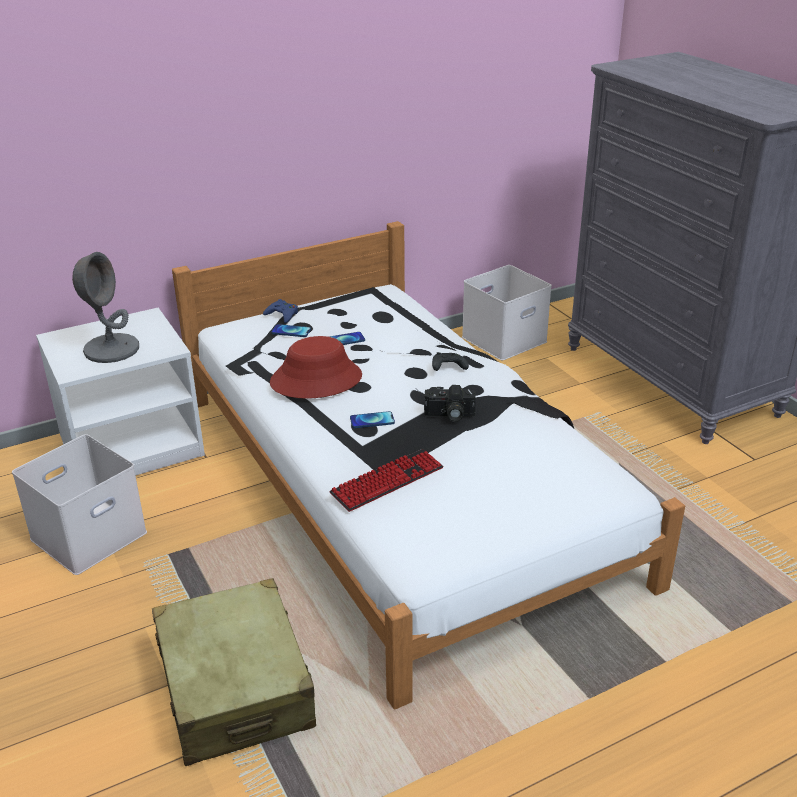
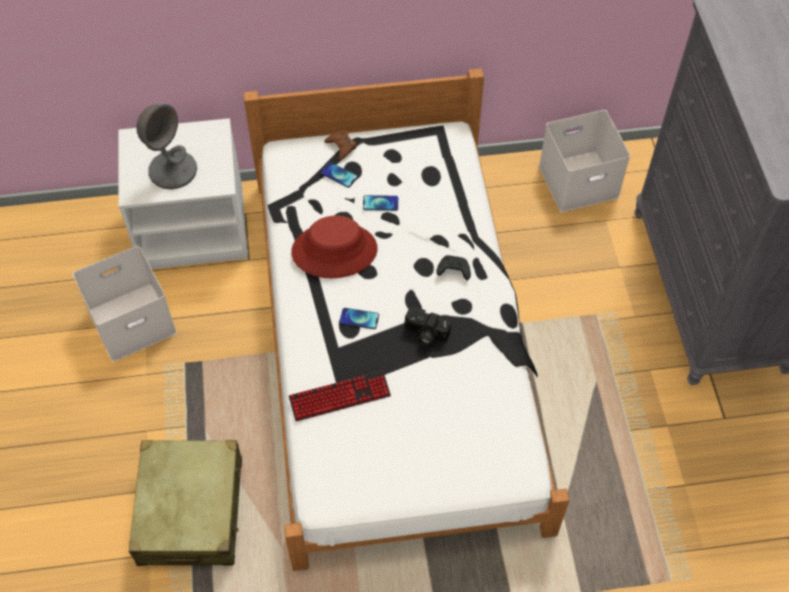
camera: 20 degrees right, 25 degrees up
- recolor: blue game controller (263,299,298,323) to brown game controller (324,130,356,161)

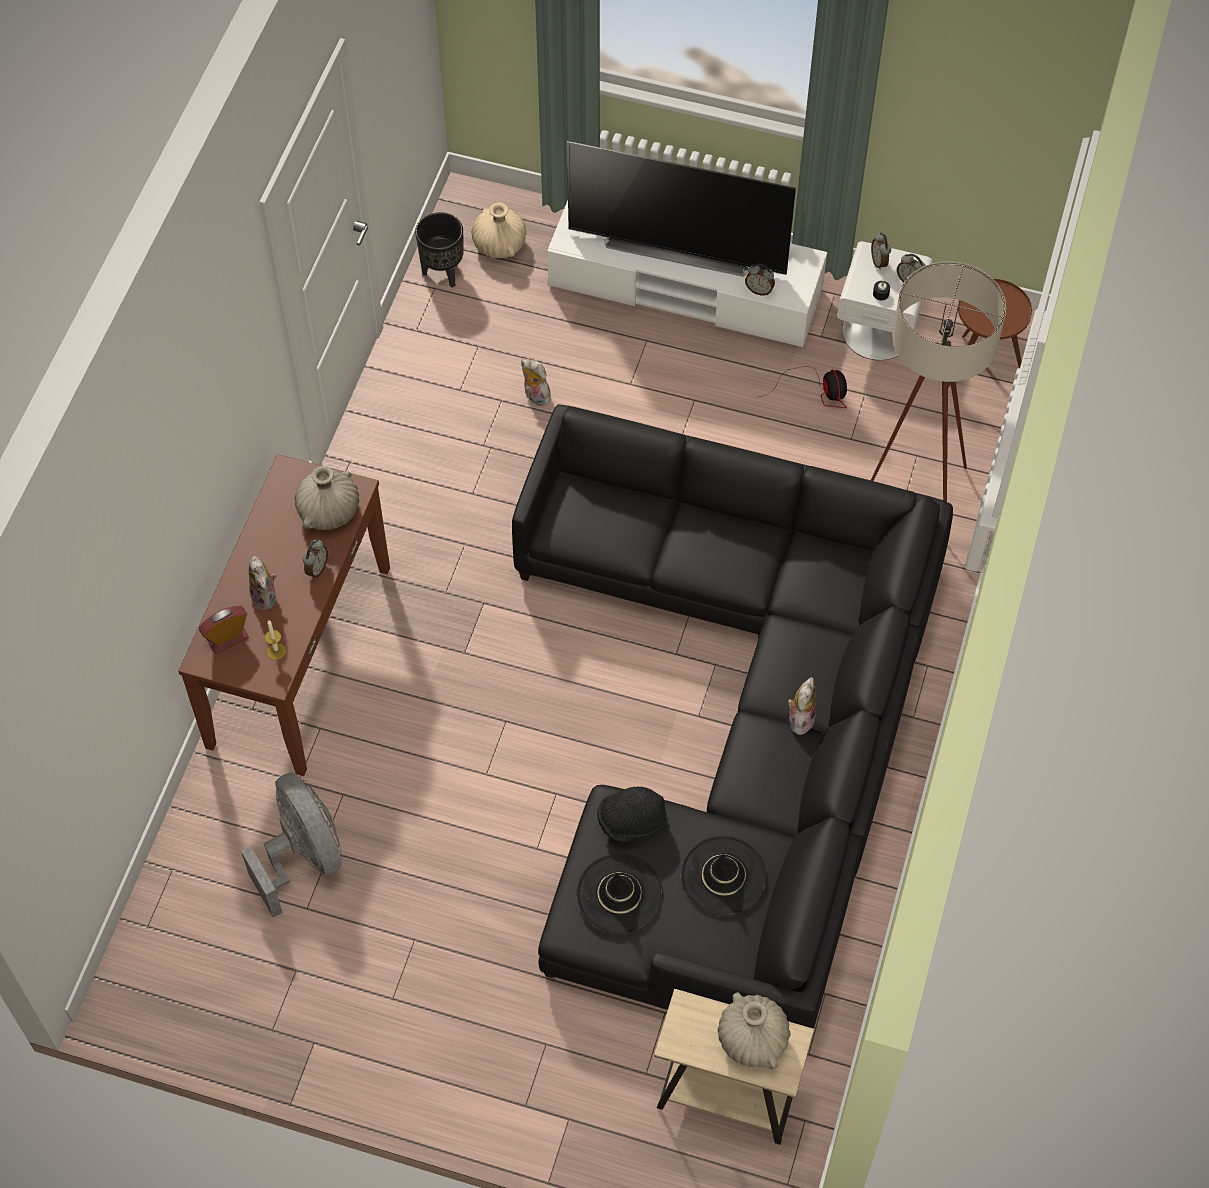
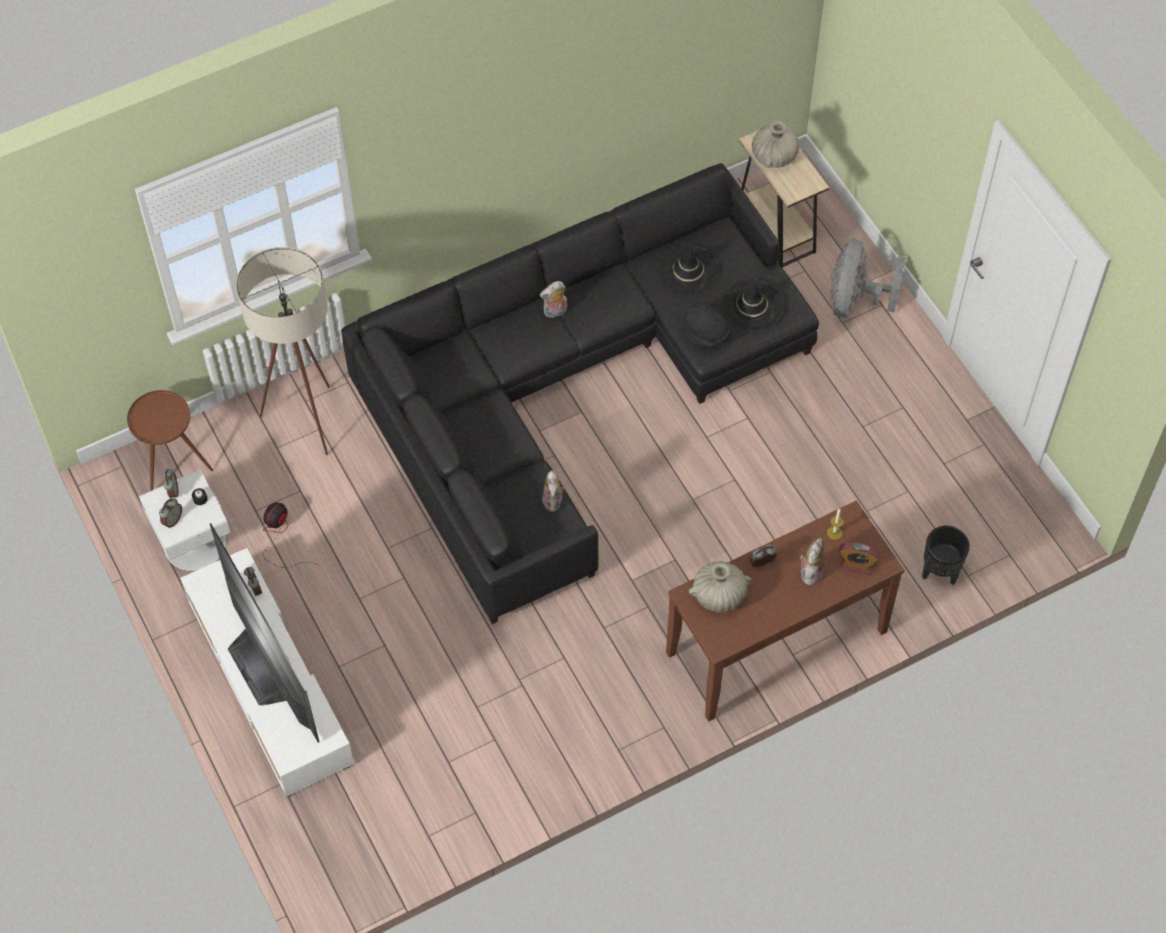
camera: 135 degrees left, 0 degrees up
- delete: beige vase (471,203,527,258)
- move: black planter (415,212,464,288) to (922,525,970,585)
- move: plush toy (521,358,553,406) to (542,470,566,512)
- move: grey fan (241,772,342,917) to (830,239,906,318)

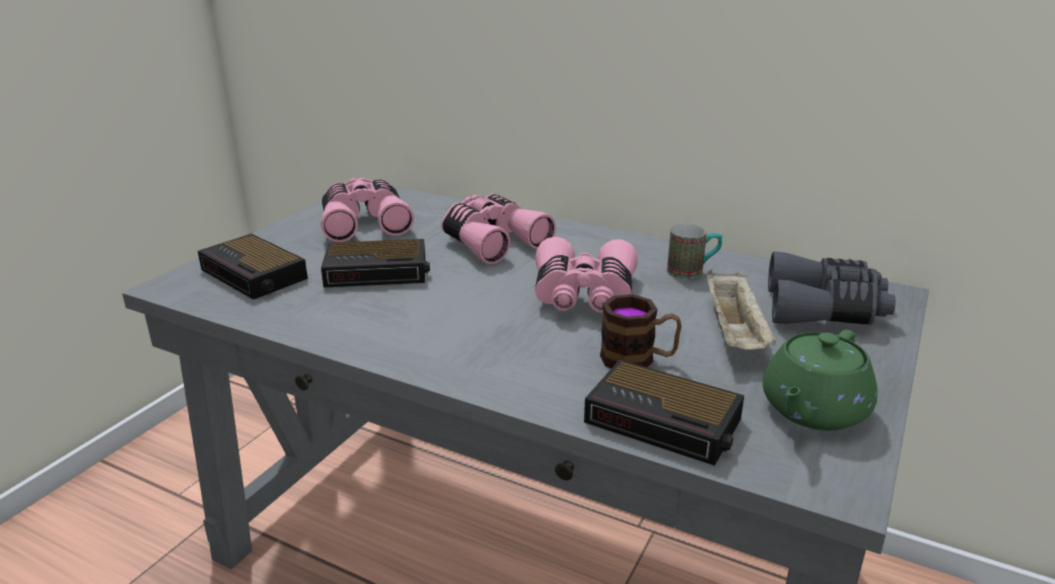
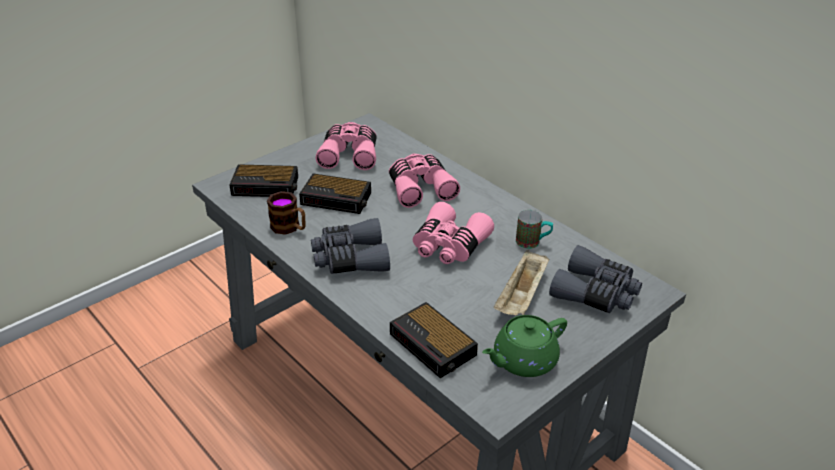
camera: 20 degrees right, 10 degrees up
- rotate: alarm clock (198,234,308,300) = (229,164,298,197) 60 degrees counterclockwise
- move: mug (600,294,682,368) to (267,191,306,235)
- insert: grey binoculars (311,218,390,274)

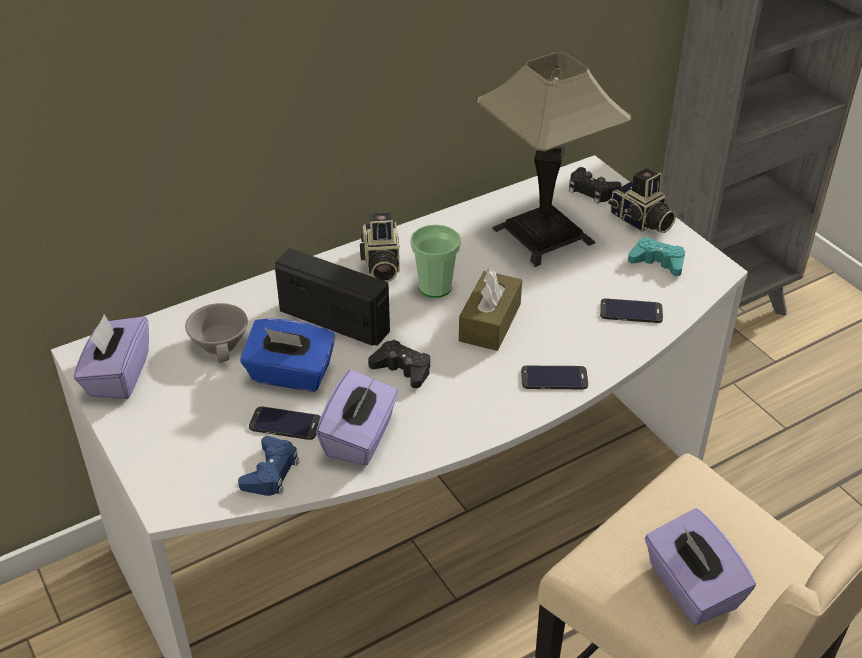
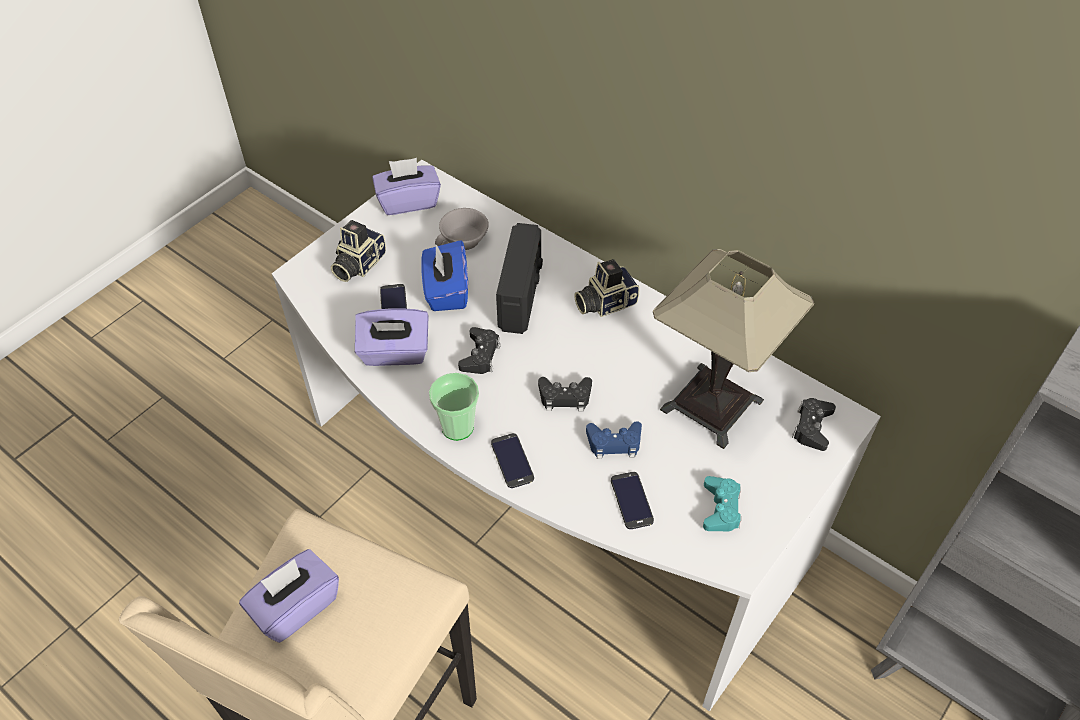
camera: 70 degrees right, 10 degrees up
- move: photo camera (608,168,676,233) to (331,220,386,282)
- move: cup (410,225,461,298) to (429,373,479,441)
- replace: brown tissue box (459,268,522,351) to black game controller (538,377,592,411)
- move: blue game controller (238,436,299,496) to (586,421,642,459)

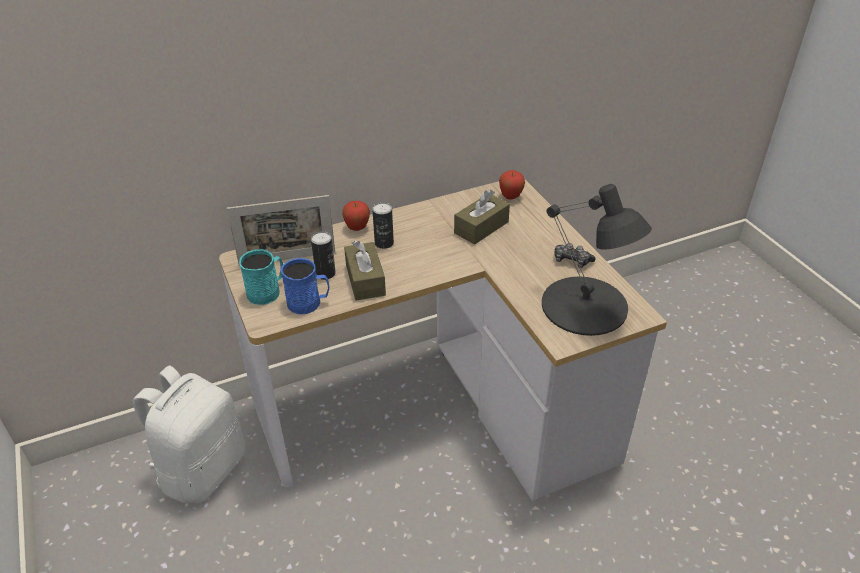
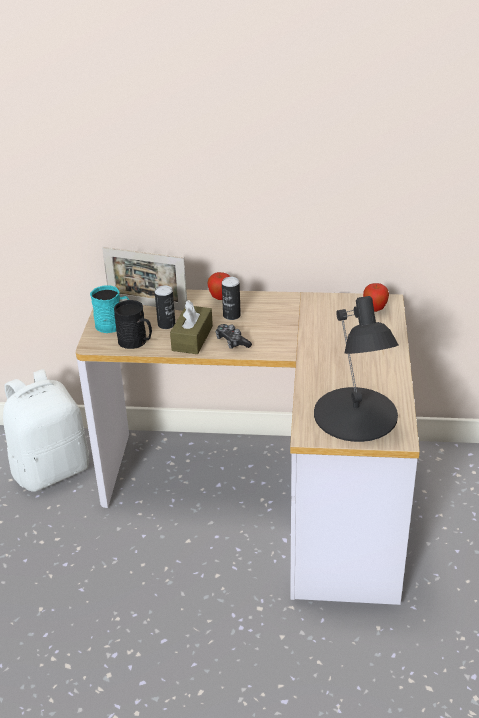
camera: 30 degrees right, 5 degrees down
- delete: brown tissue box (454,189,510,245)
- move: game controller (554,243,596,268) to (215,324,252,349)
- recolor: blue mug (281,258,329,314) to black mug (114,300,152,349)

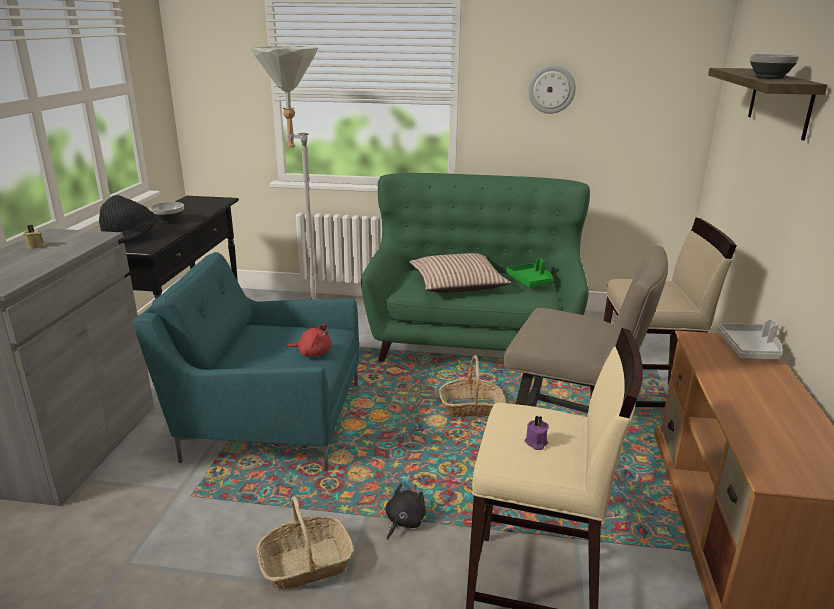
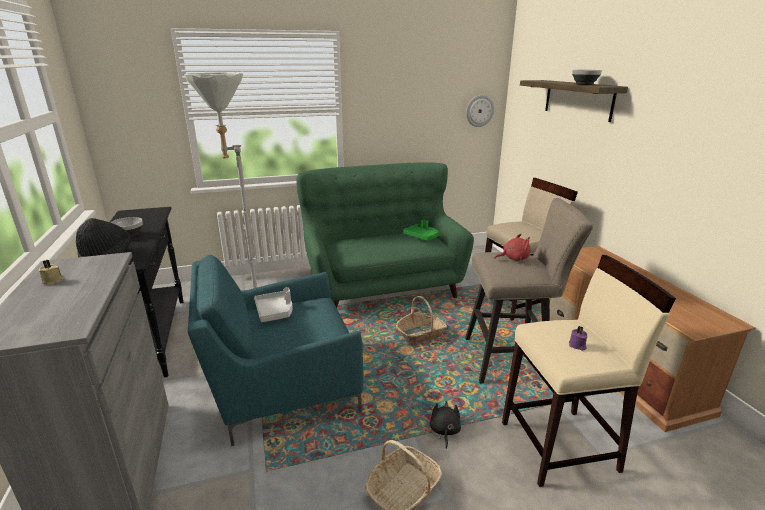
camera: 25 degrees left, 0 degrees up
- move: wall clock (528,65,576,114) to (466,95,494,127)
- delete: pillow (409,253,511,293)
- move: grey tray (717,319,783,360) to (254,287,292,322)
- move: red plush toy (286,324,331,357) to (494,234,531,261)

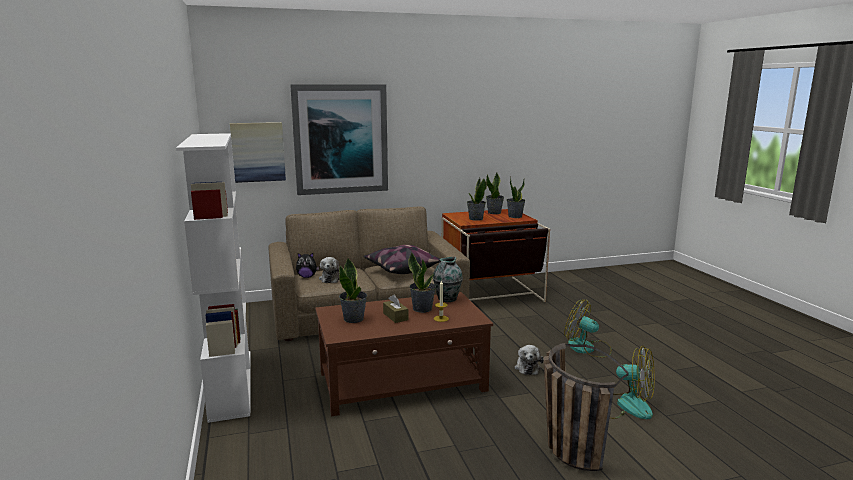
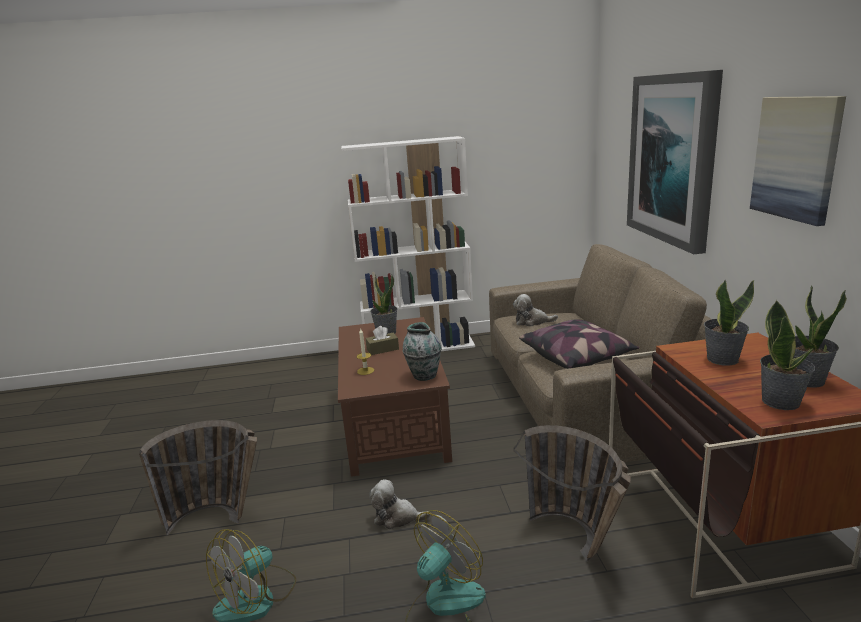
camera: 100 degrees right, 5 degrees up
- move: picture (230,122,286,183) to (750,96,846,226)
- delete: plush toy (296,253,319,278)
- delete: potted plant (408,253,436,313)
- insert: basket (513,425,631,561)

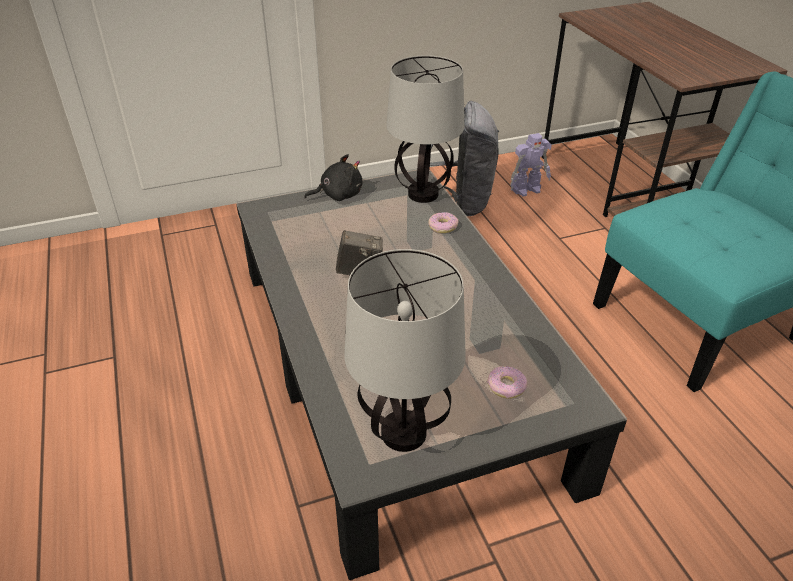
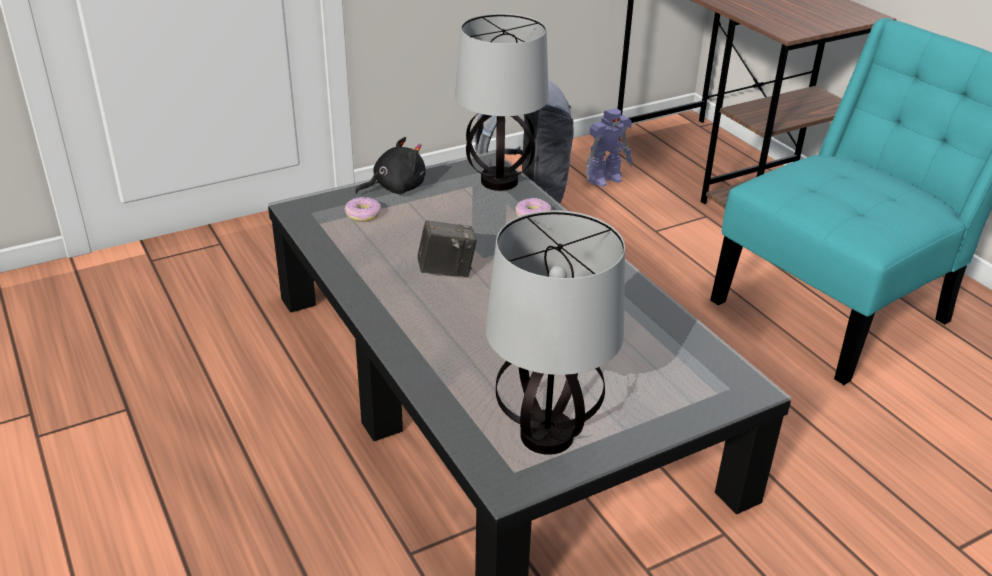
camera: 10 degrees left, 5 degrees down
- move: donut (487,366,527,399) to (344,197,382,222)

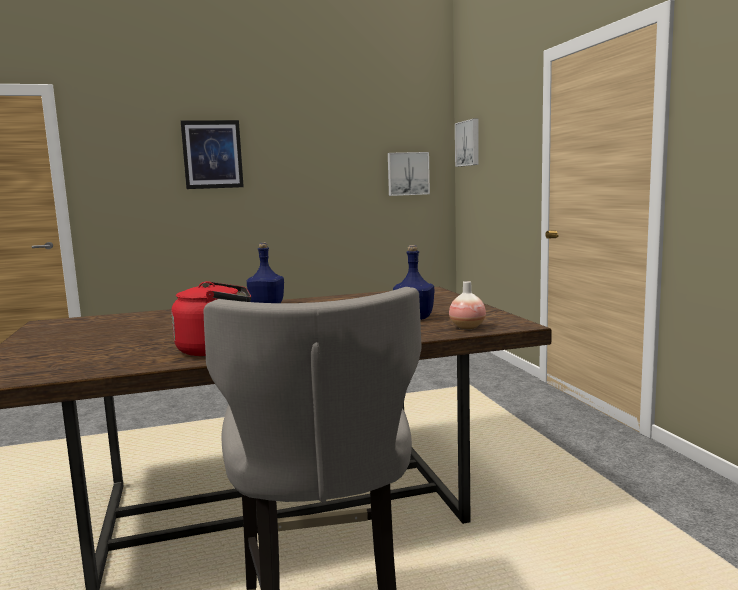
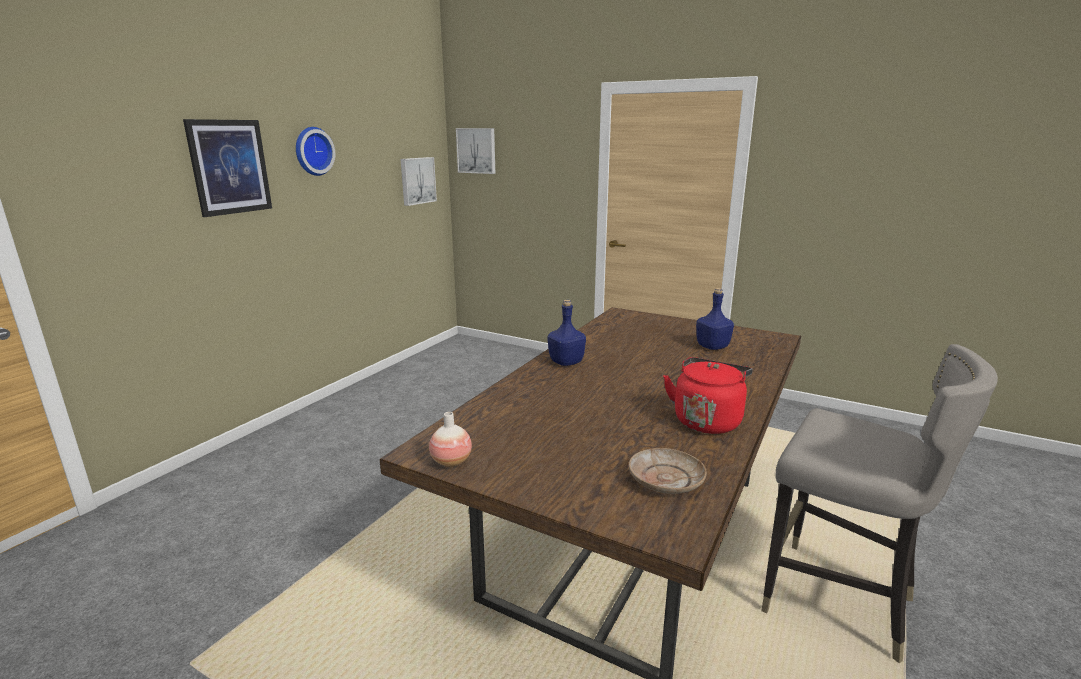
camera: 45 degrees left, 10 degrees up
- move: vase (449,281,486,329) to (429,412,472,467)
- insert: wall clock (296,127,335,176)
- insert: beige plate (629,448,707,494)

